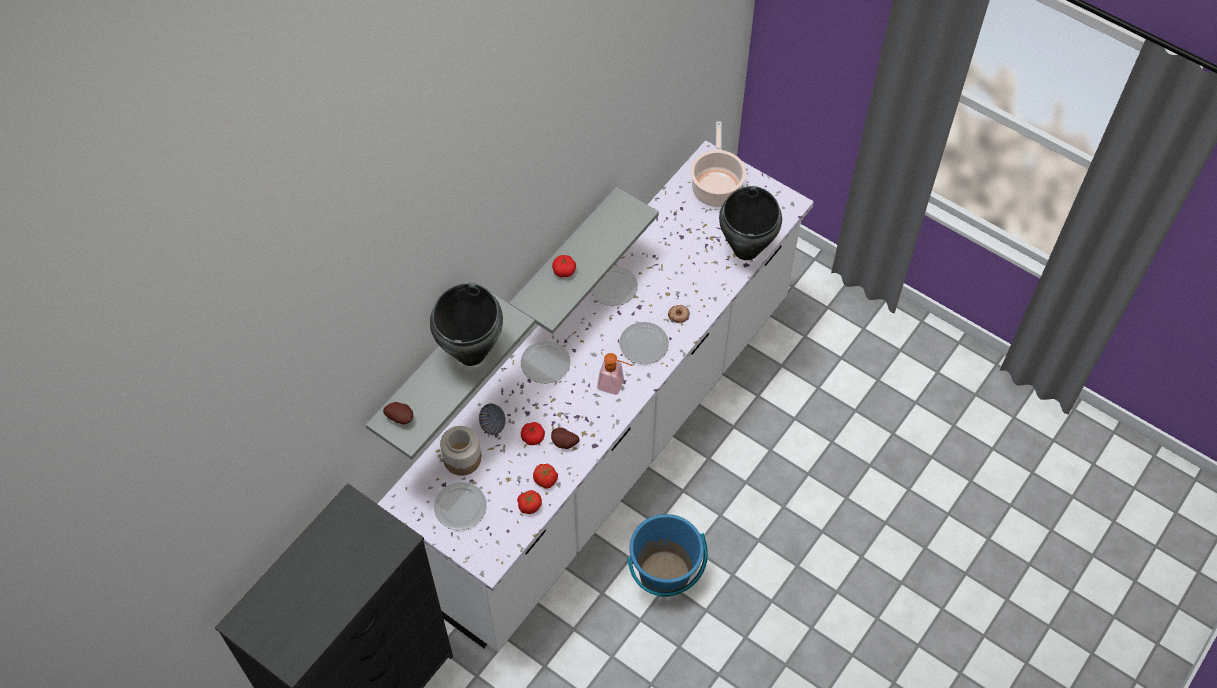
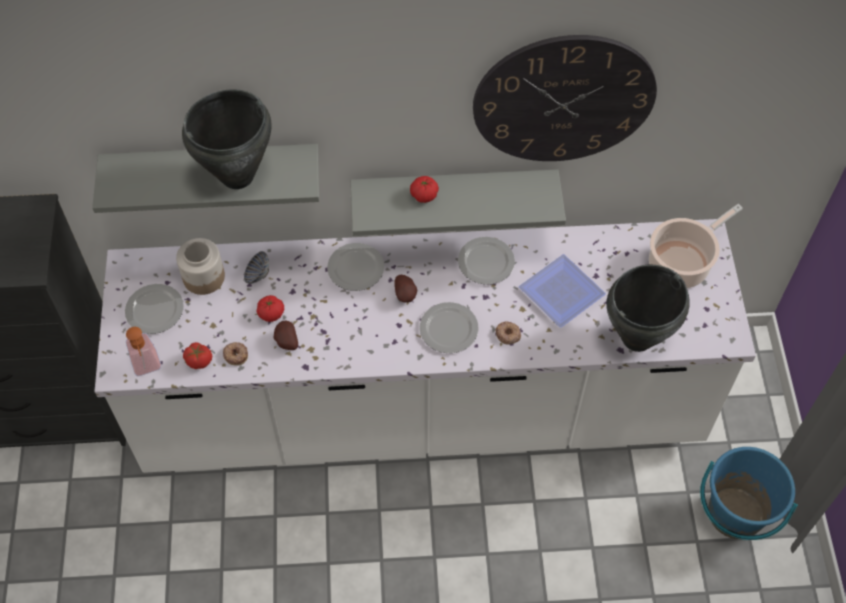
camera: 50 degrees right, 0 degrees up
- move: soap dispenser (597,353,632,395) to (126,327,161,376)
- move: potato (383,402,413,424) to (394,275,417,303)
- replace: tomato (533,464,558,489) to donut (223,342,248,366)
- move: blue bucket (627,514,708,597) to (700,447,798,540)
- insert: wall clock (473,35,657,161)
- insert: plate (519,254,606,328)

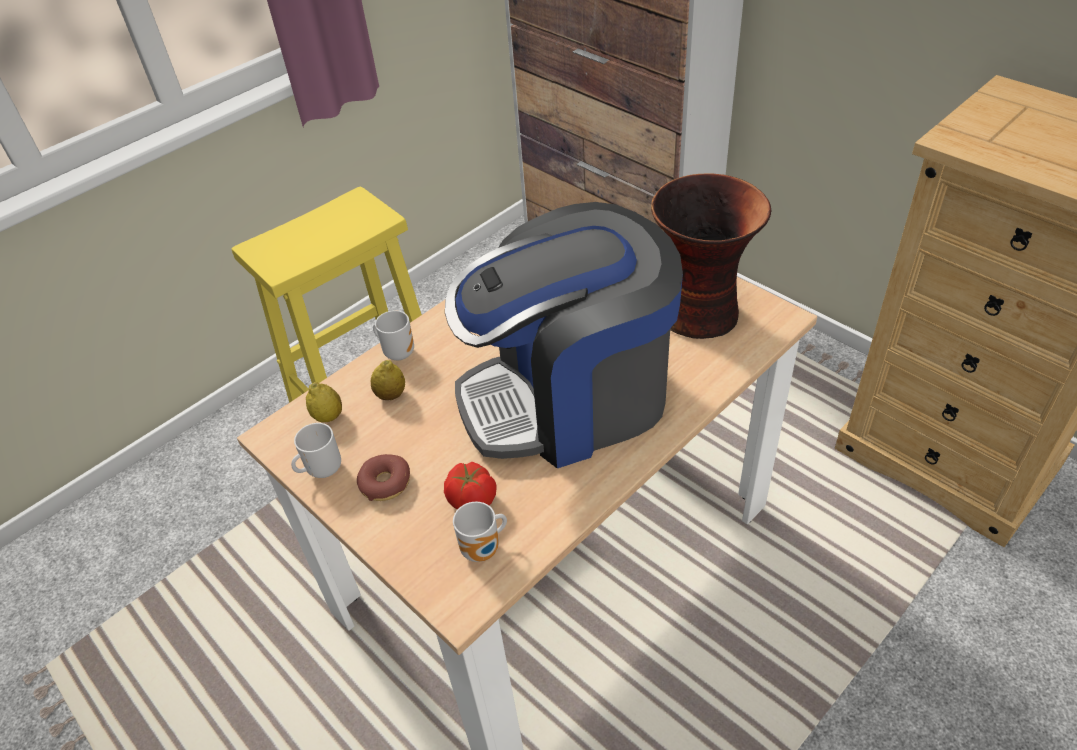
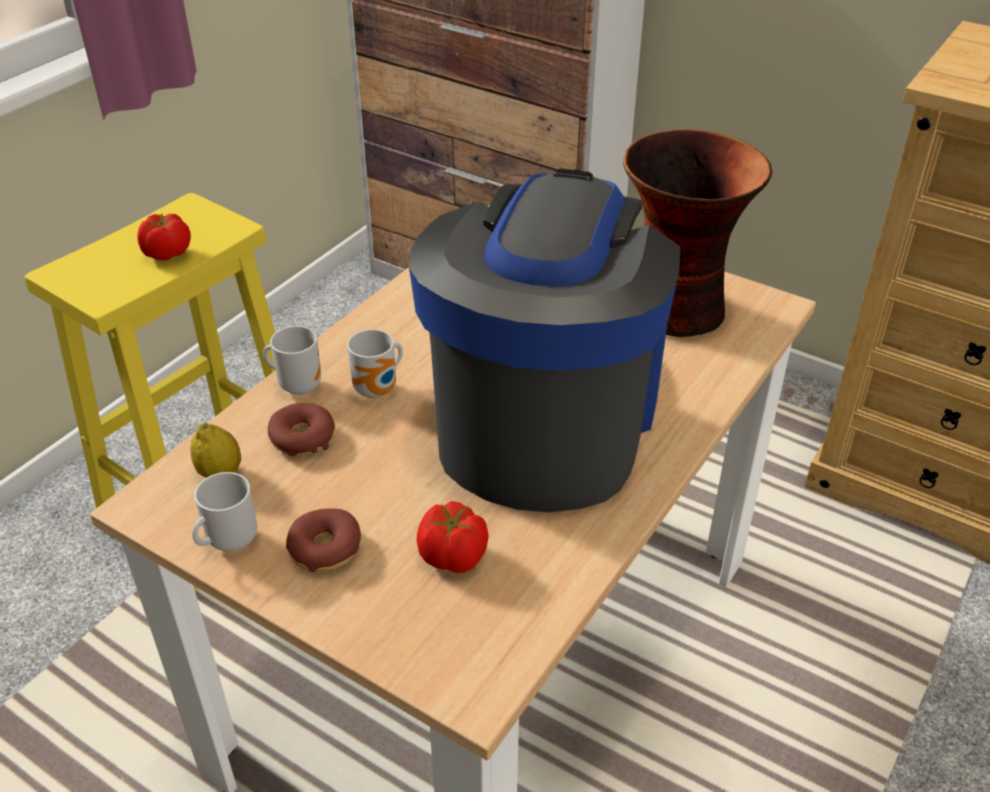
camera: 15 degrees left, 5 degrees down
- rotate: coffee machine (445,202,683,468) = (409,169,680,512) 135 degrees clockwise
- replace: lemon (371,360,405,400) to donut (268,403,335,456)
- move: mug (453,502,507,562) to (347,329,403,398)
- insert: tomato (137,213,191,261)

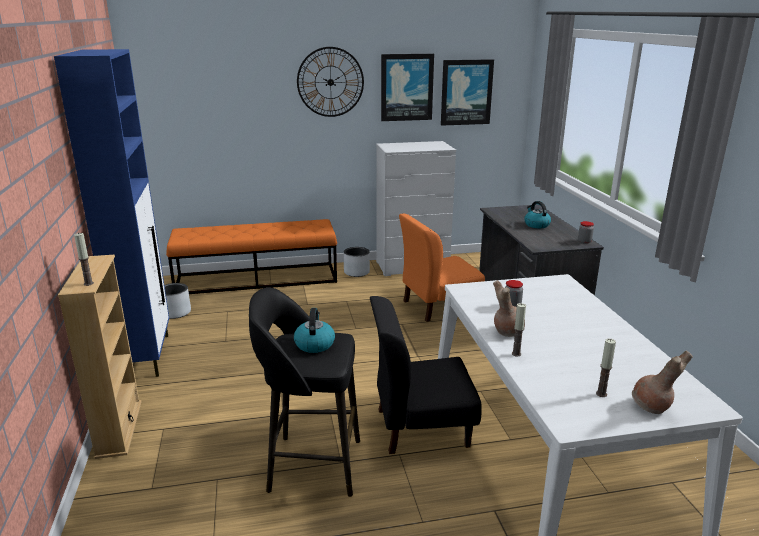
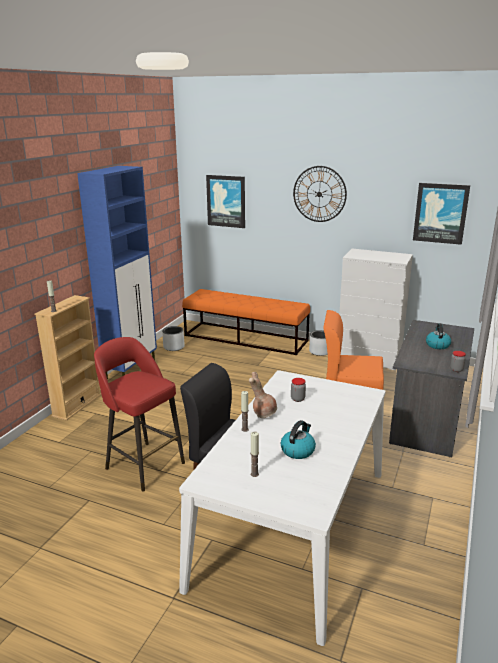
camera: 35 degrees right, 0 degrees up
- move: picture (381,54,434,121) to (206,175,245,228)
- recolor: black stool (249,287,360,497) to red stool (94,337,185,492)
- move: kettle (294,308,335,353) to (281,420,316,459)
- delete: brown vase (632,351,693,414)

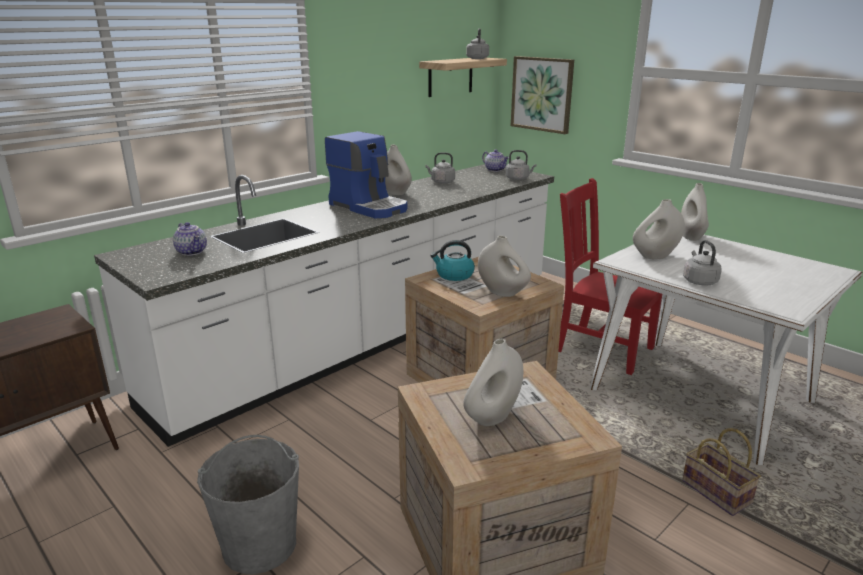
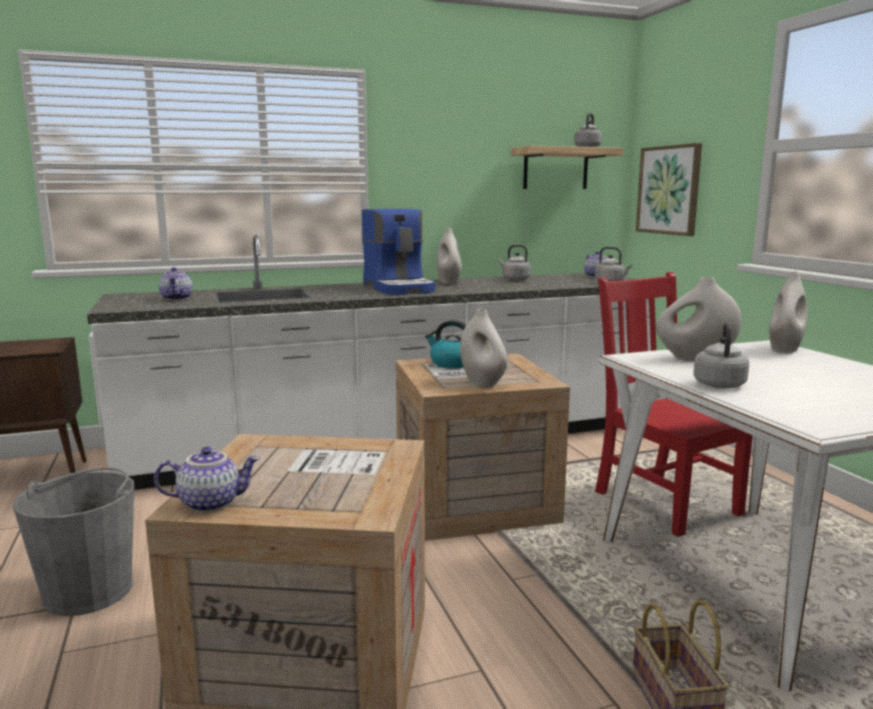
camera: 25 degrees right, 10 degrees down
- delete: white vase (463,339,523,426)
- insert: teapot (154,447,260,512)

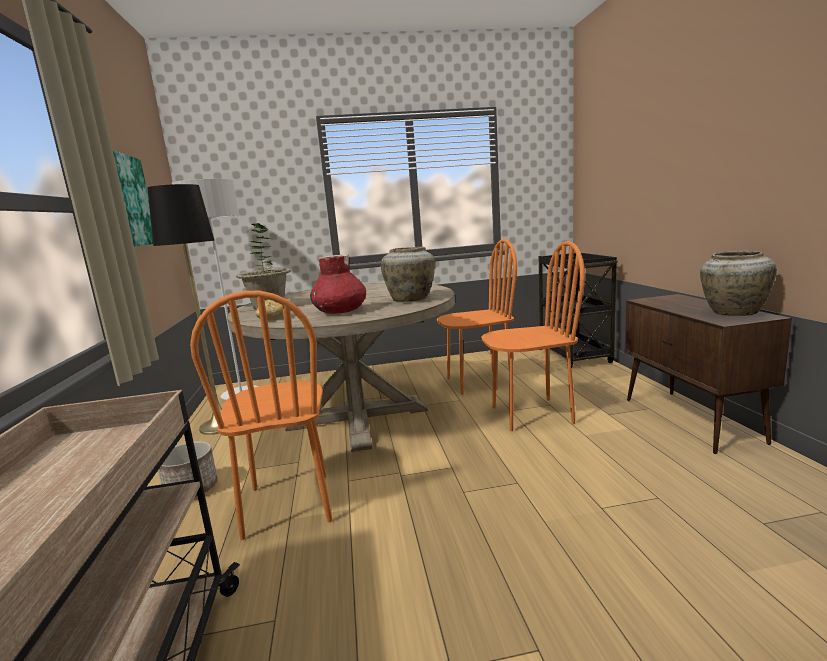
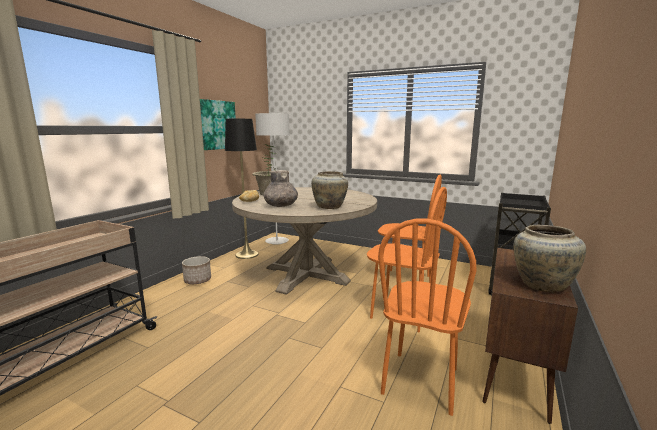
camera: 35 degrees right, 0 degrees up
- recolor: red vase (310,255,366,314) to grey vase (264,170,298,207)
- move: orange chair (190,291,333,540) to (378,218,476,416)

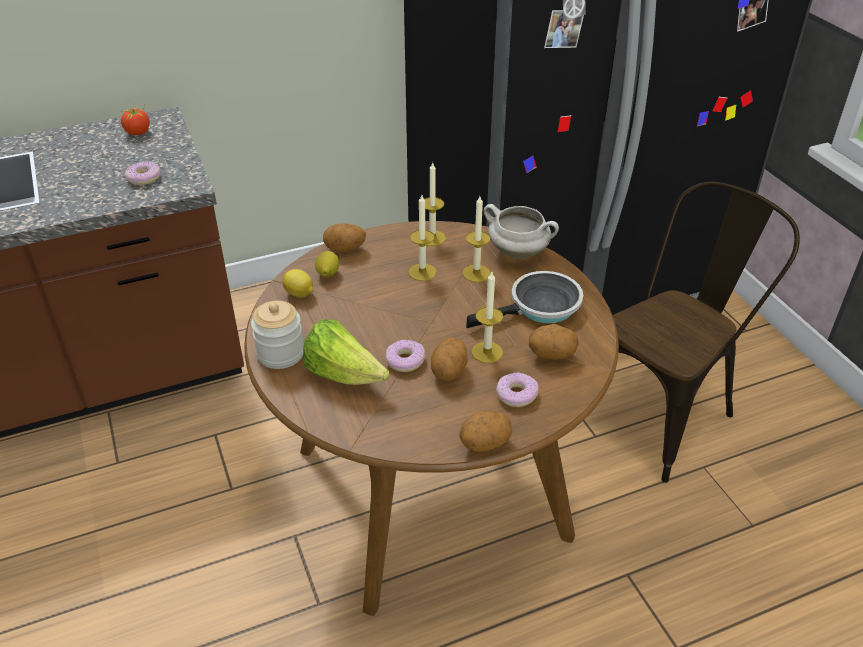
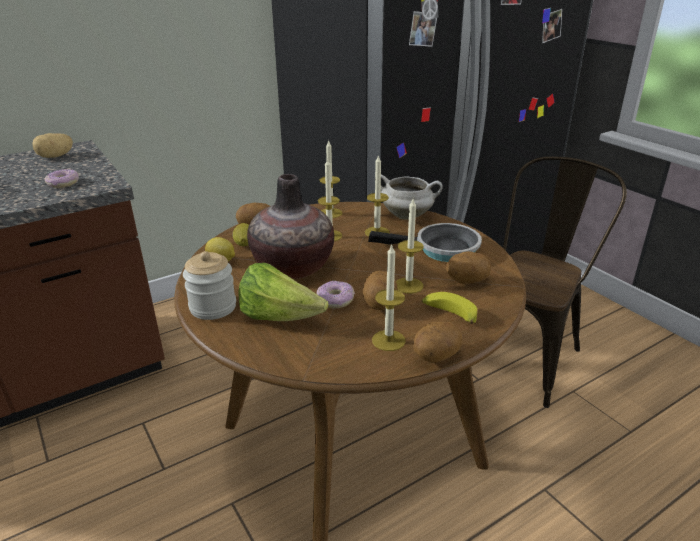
camera: 10 degrees left, 10 degrees down
- replace: tomato (121,103,150,135) to potato (32,133,73,158)
- rotate: frying pan (466,271,583,328) = (368,223,482,262) 45 degrees clockwise
- replace: donut (496,372,539,407) to banana (421,292,477,324)
- insert: vase (247,174,334,279)
- insert: candle (372,243,406,351)

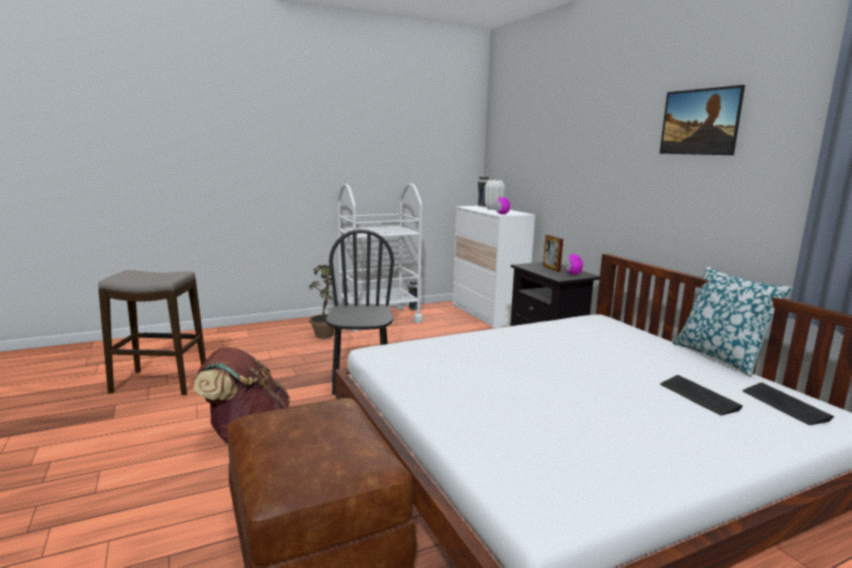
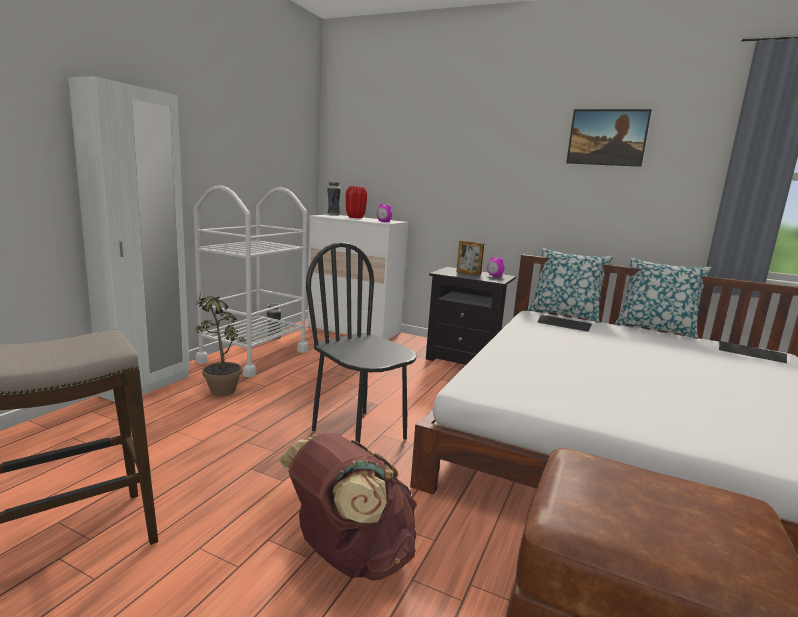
camera: 40 degrees left, 0 degrees up
- recolor: white vase (485,180,505,210) to red vase (346,186,367,218)
- move: keyboard (660,375,743,415) to (538,315,592,332)
- insert: white wardrobe (68,76,190,402)
- insert: pillow (528,248,613,323)

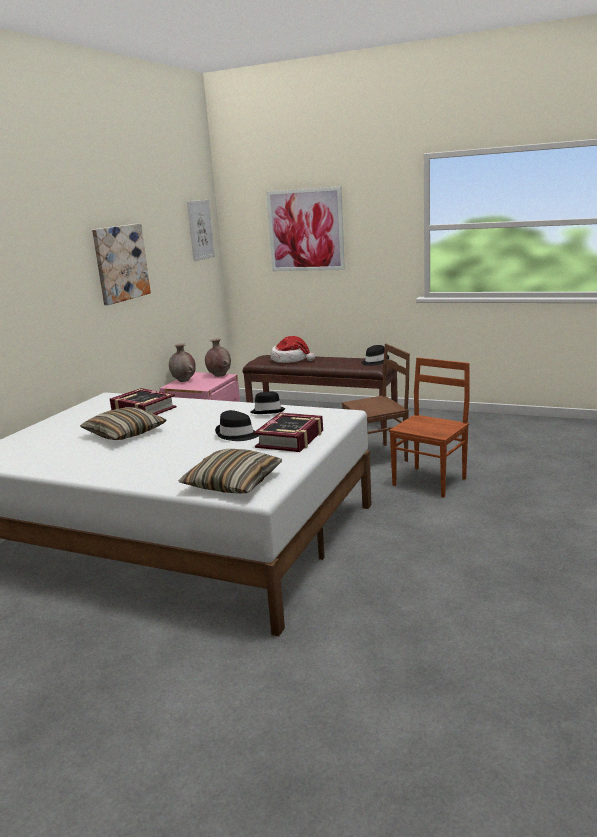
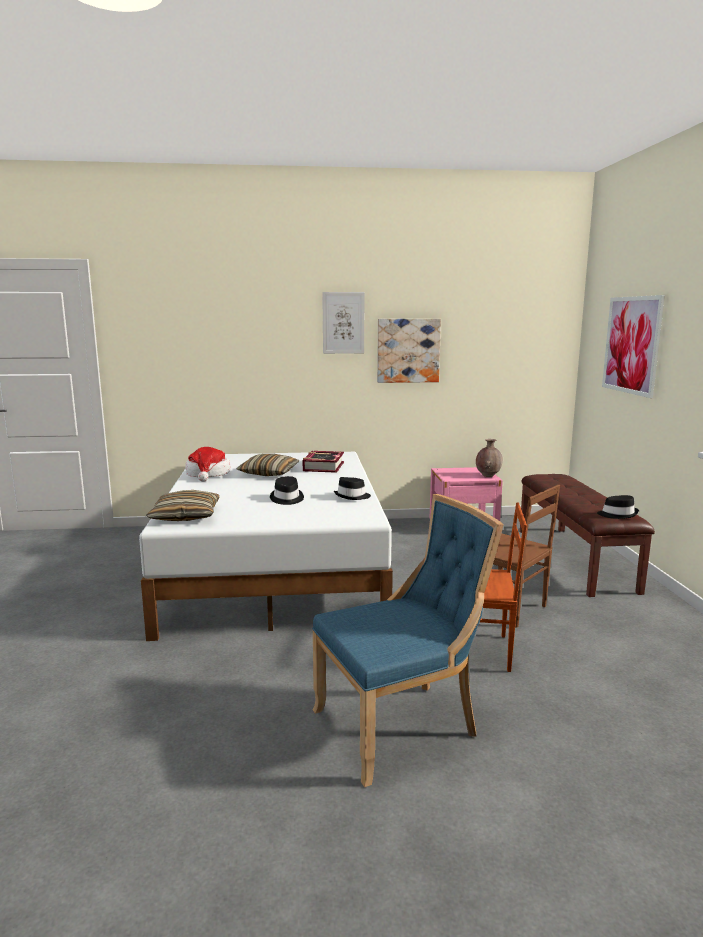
camera: 60 degrees right, 5 degrees down
- move: picture (187,200,215,261) to (322,292,365,354)
- move: hat (271,336,315,363) to (185,447,230,482)
- delete: brown vase (169,343,196,382)
- delete: book (254,413,323,452)
- insert: blue chair (312,494,504,787)

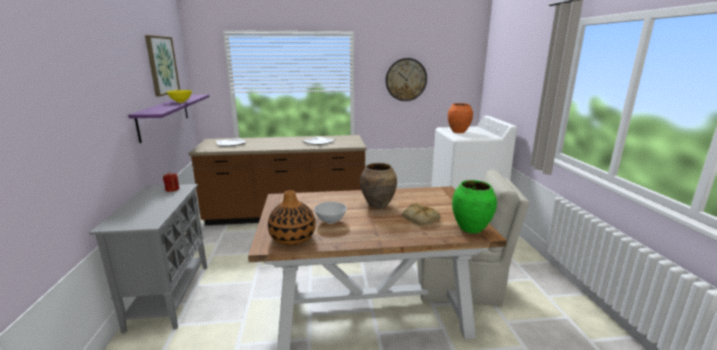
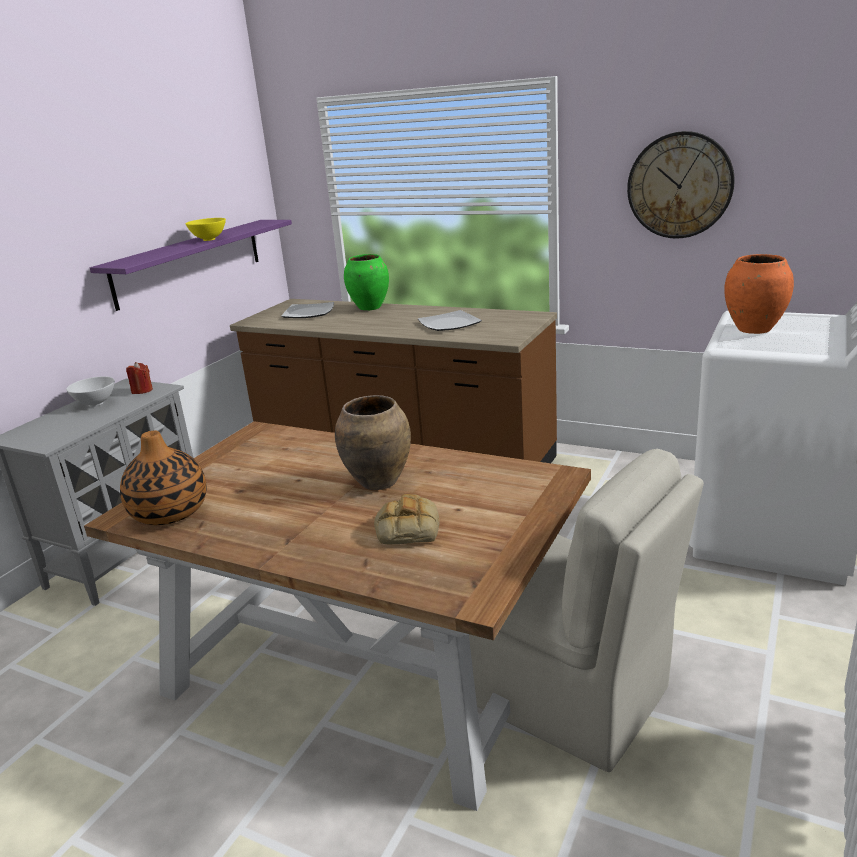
camera: 35 degrees right, 5 degrees up
- delete: picture (145,35,180,97)
- move: green vase (452,180,497,233) to (344,254,389,310)
- move: white bowl (314,202,347,224) to (66,376,115,407)

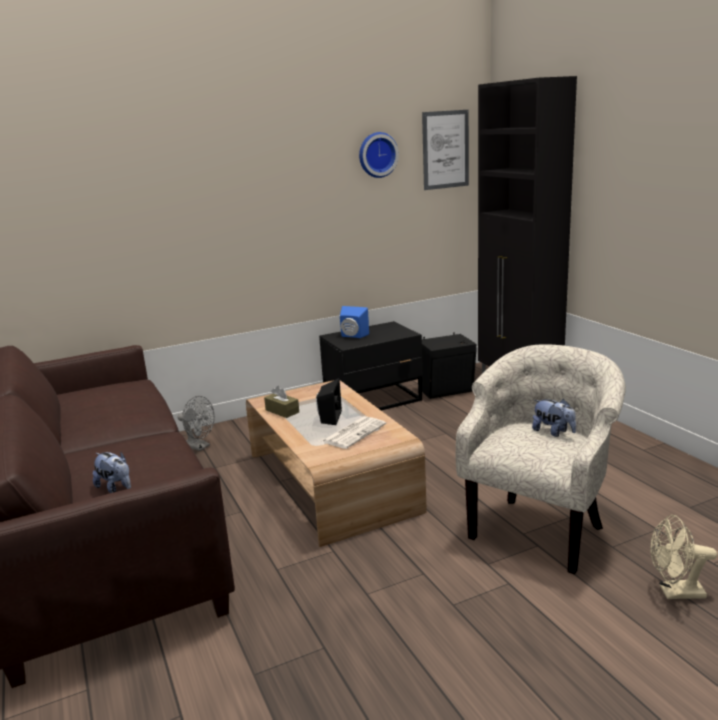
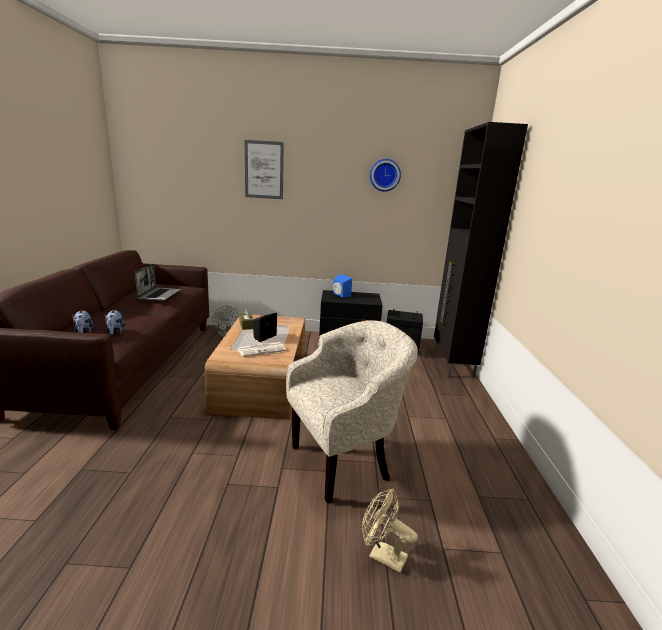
camera: 25 degrees right, 0 degrees up
- move: picture (422,110,469,190) to (245,140,284,199)
- move: plush toy (532,399,576,437) to (105,310,125,335)
- insert: laptop (135,264,180,301)

